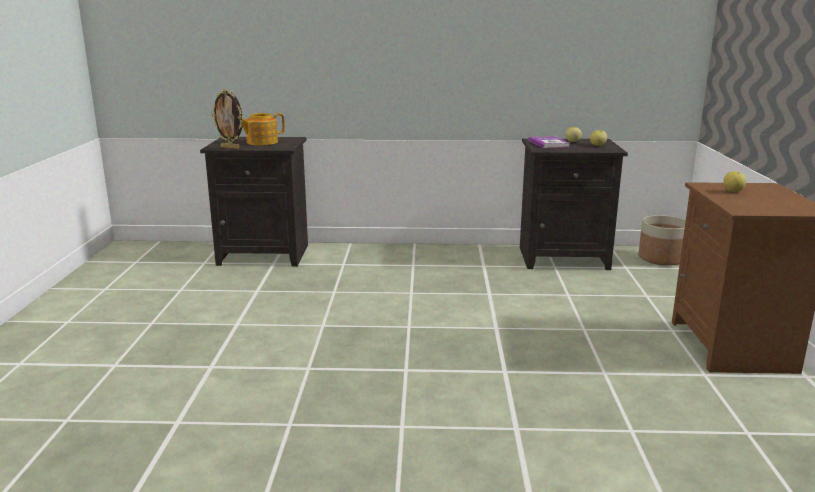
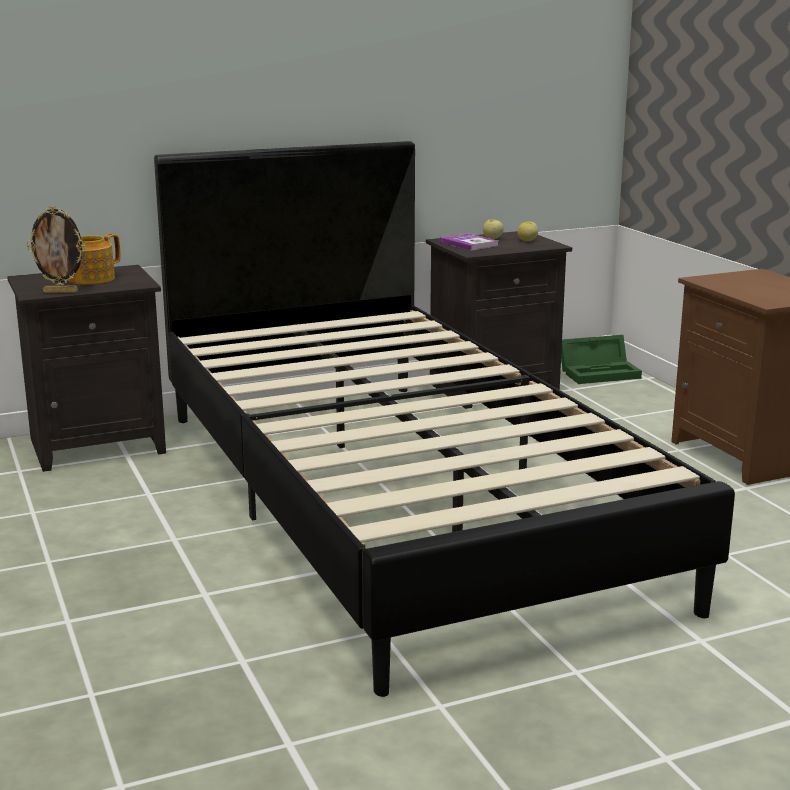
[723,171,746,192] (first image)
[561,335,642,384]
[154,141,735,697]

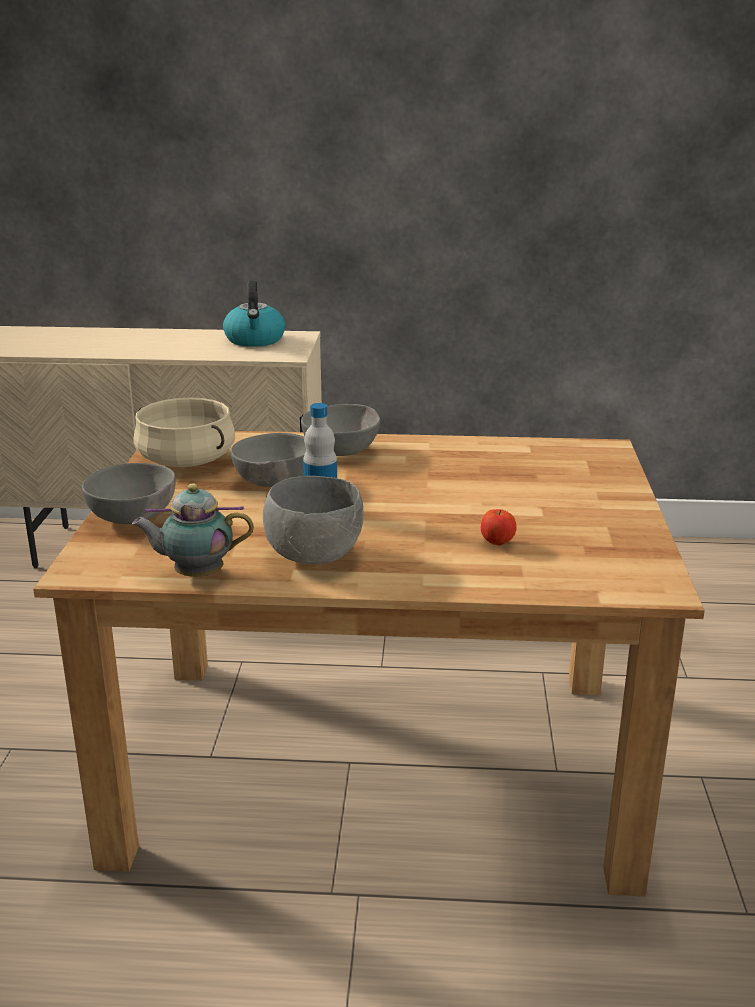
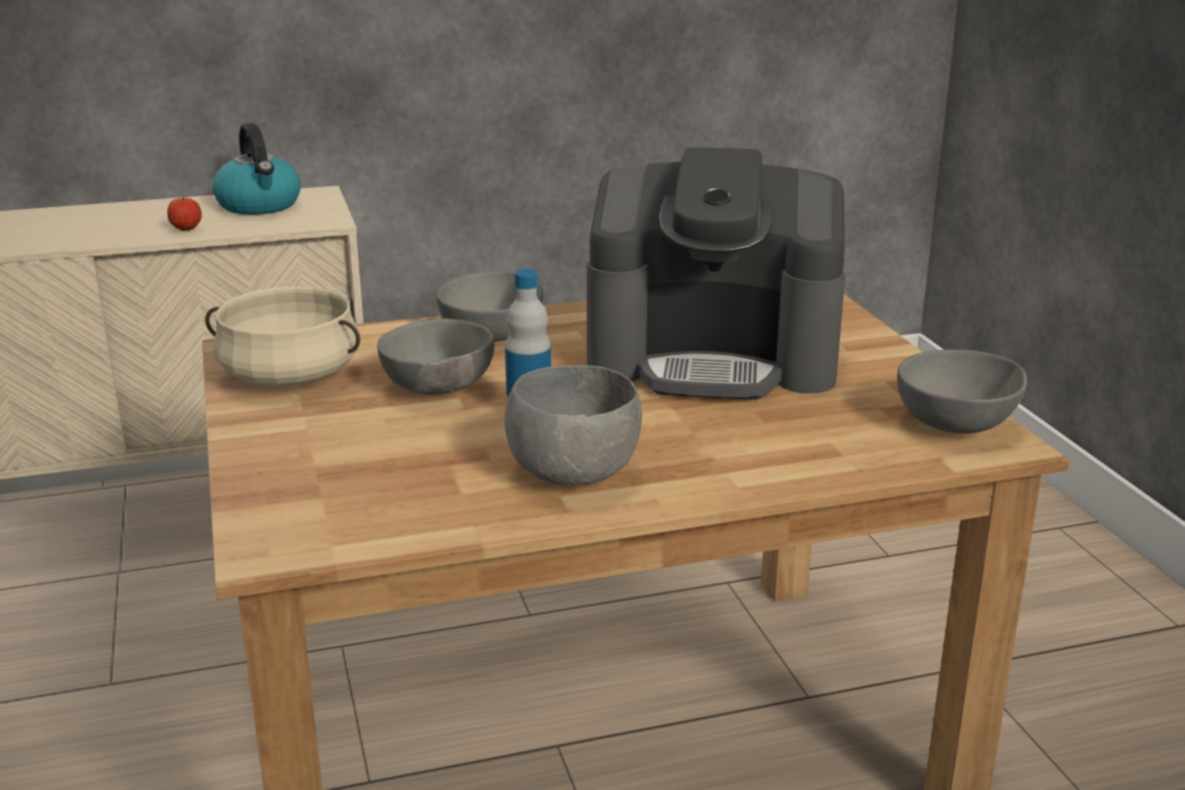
[897,349,1027,434]
[132,483,254,577] (first image)
[167,196,202,231]
[587,147,846,400]

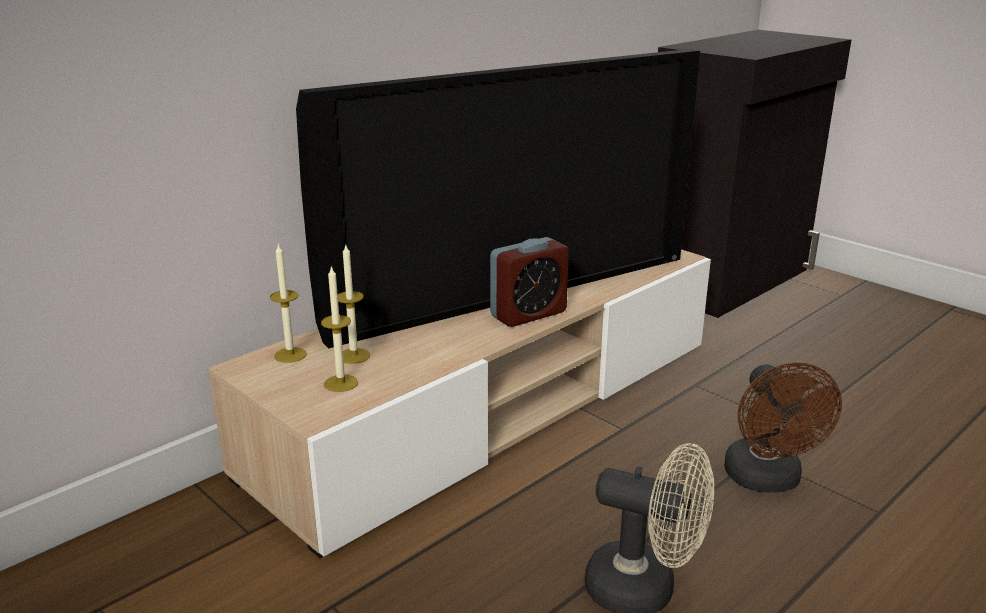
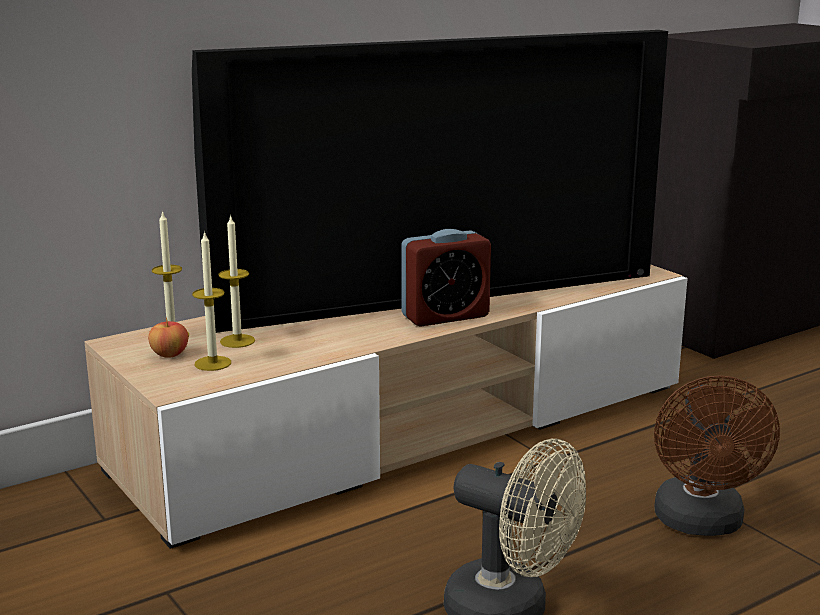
[148,317,188,358]

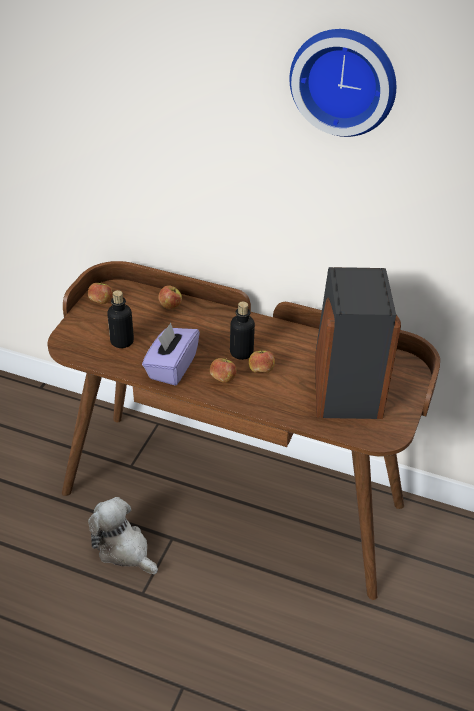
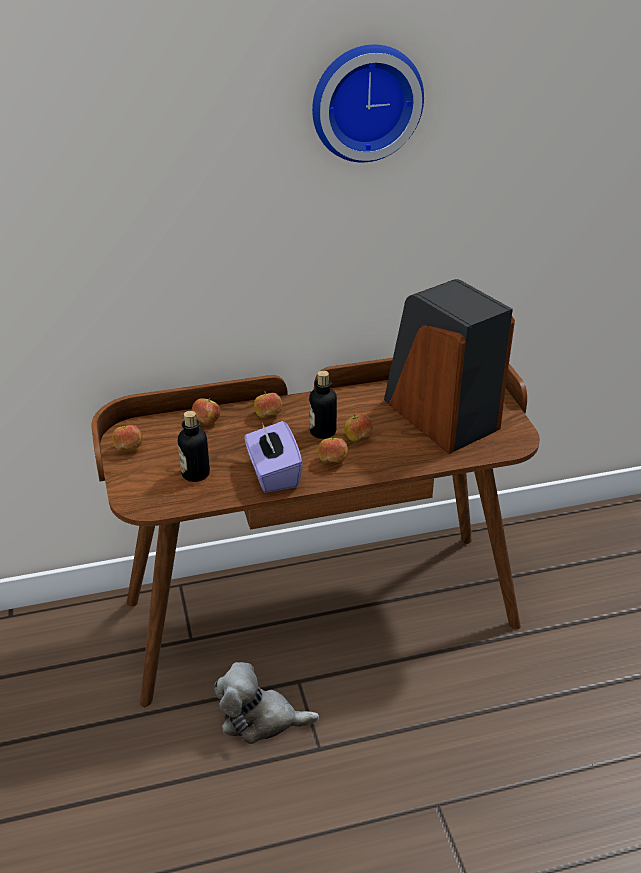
[254,392,282,418]

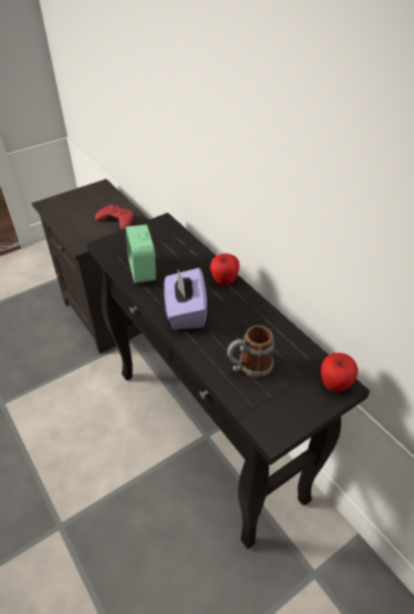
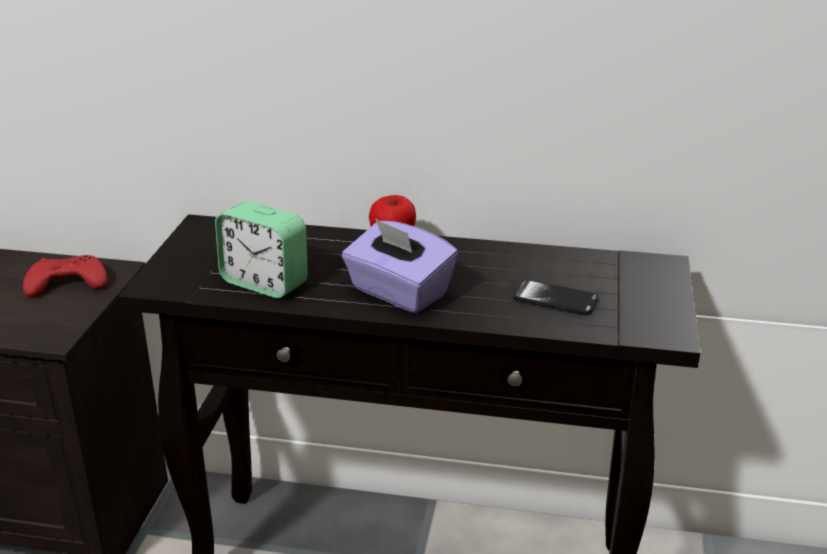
[513,279,599,315]
[321,353,358,392] (first image)

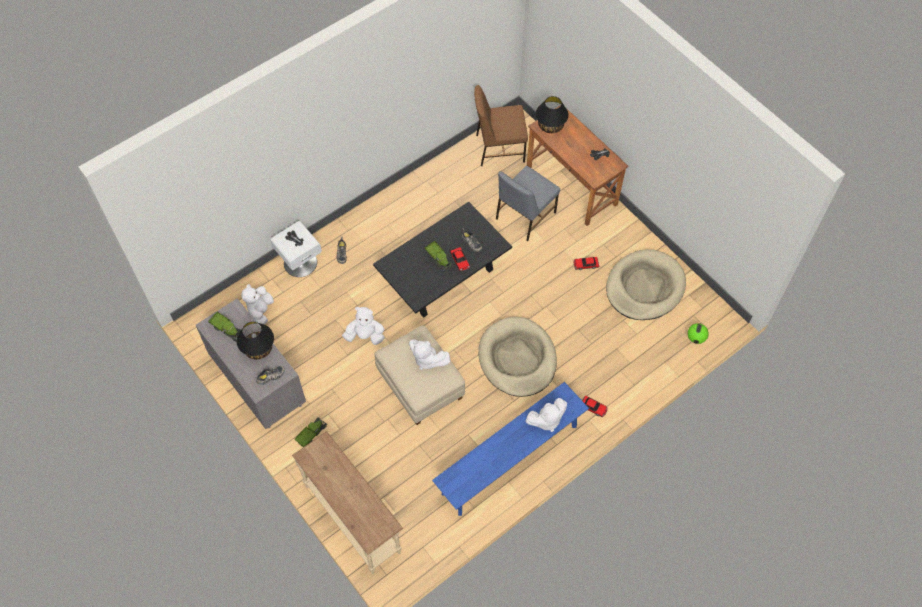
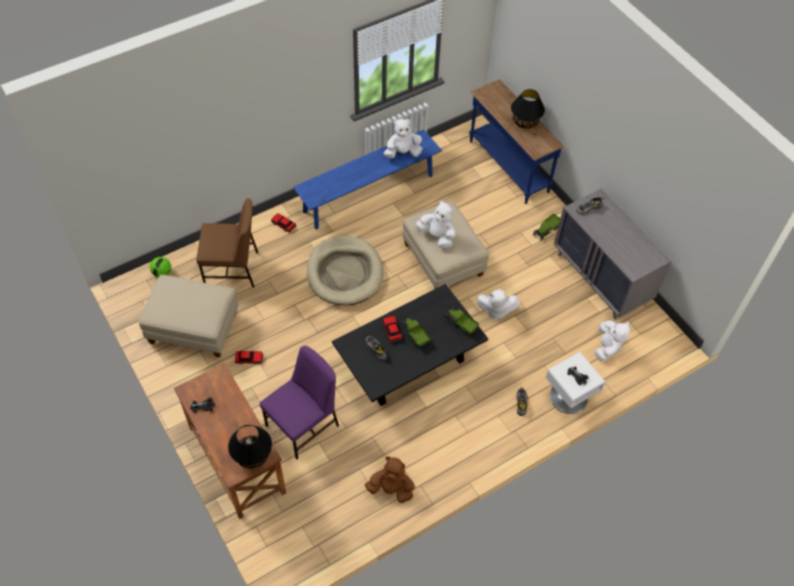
[196,198,258,288]
[260,346,339,459]
[139,275,239,357]
[444,307,479,335]
[511,89,545,129]
[384,119,423,159]
[469,79,564,204]
[365,456,415,503]

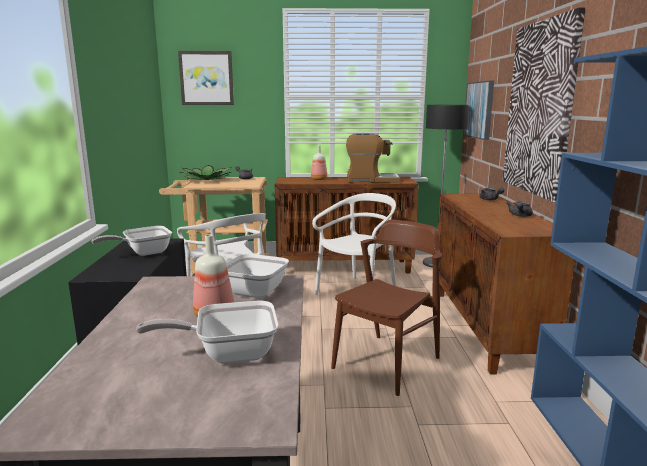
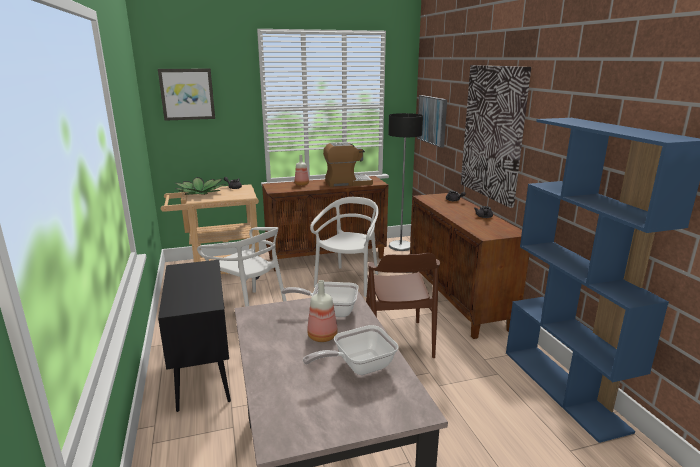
[366,253,440,358]
[91,226,172,256] (first image)

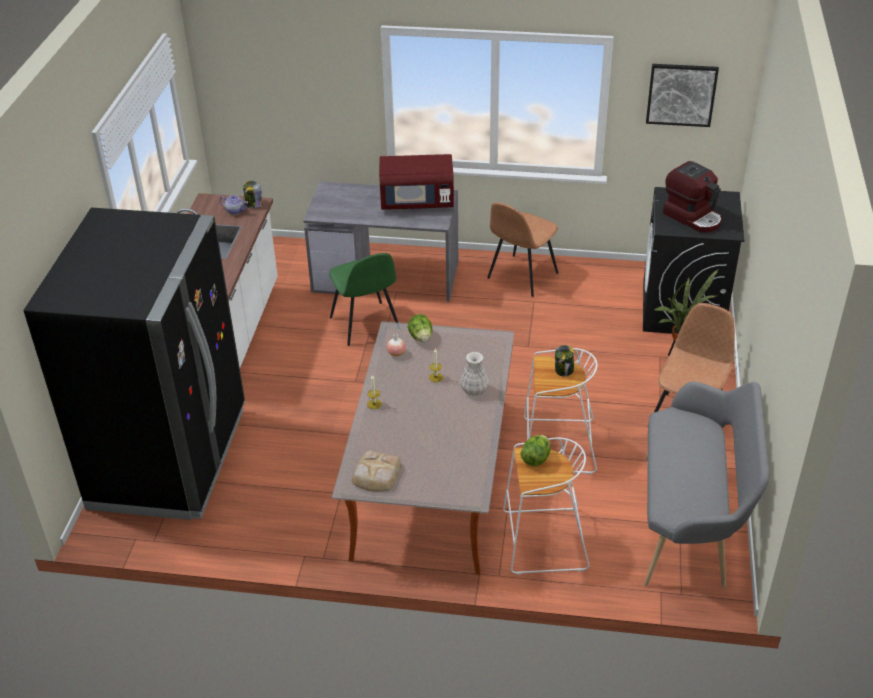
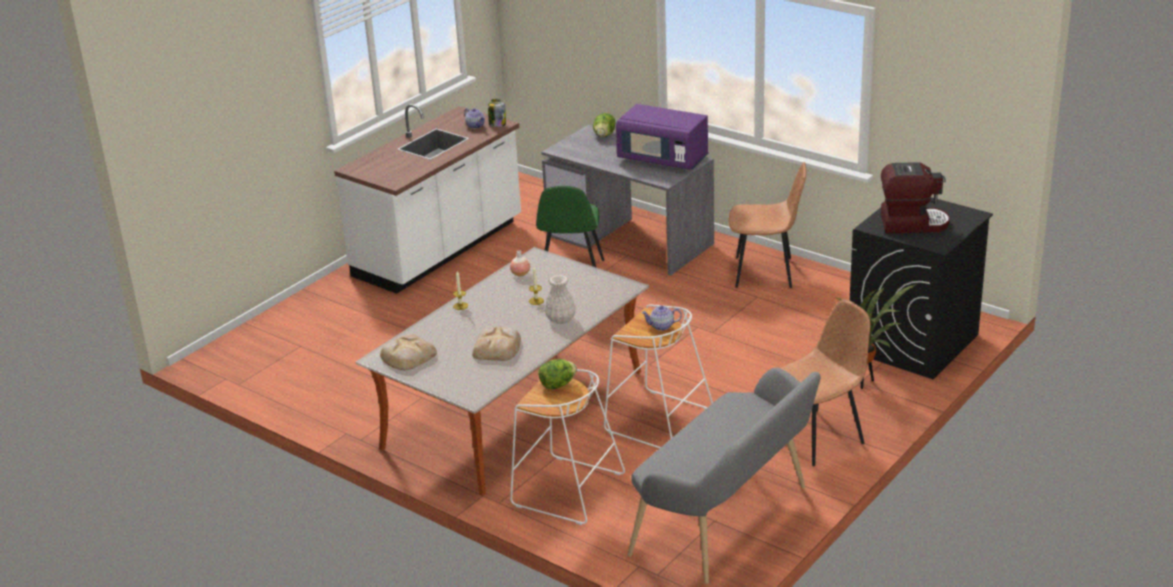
[646,64,719,127] (first image)
[616,104,709,170]
[881,162,950,233]
[729,162,806,288]
[24,208,245,520] (first image)
[593,113,616,137]
[641,305,682,331]
[472,326,521,361]

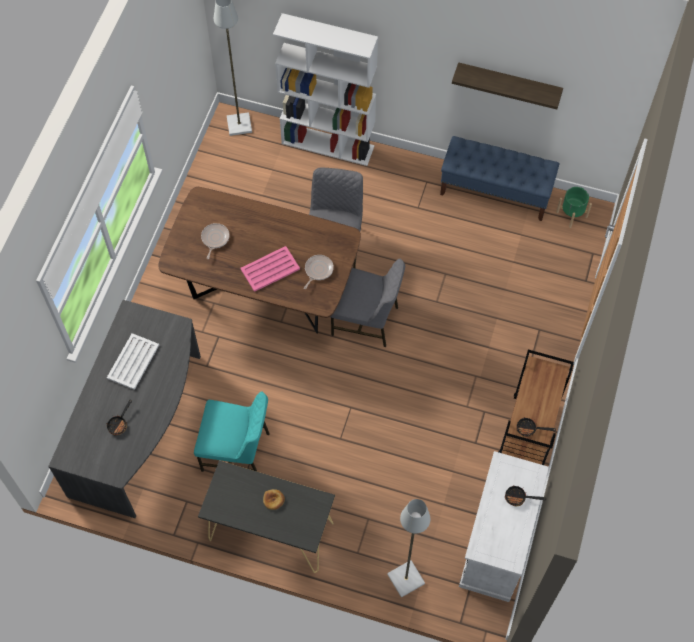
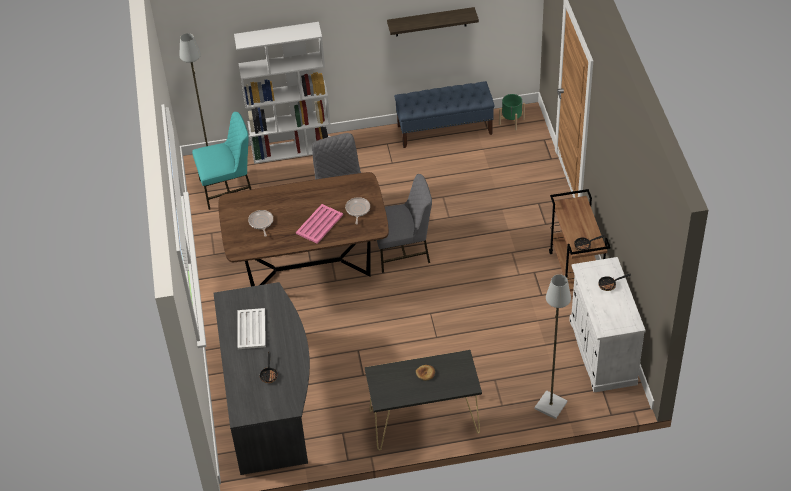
[192,112,251,210]

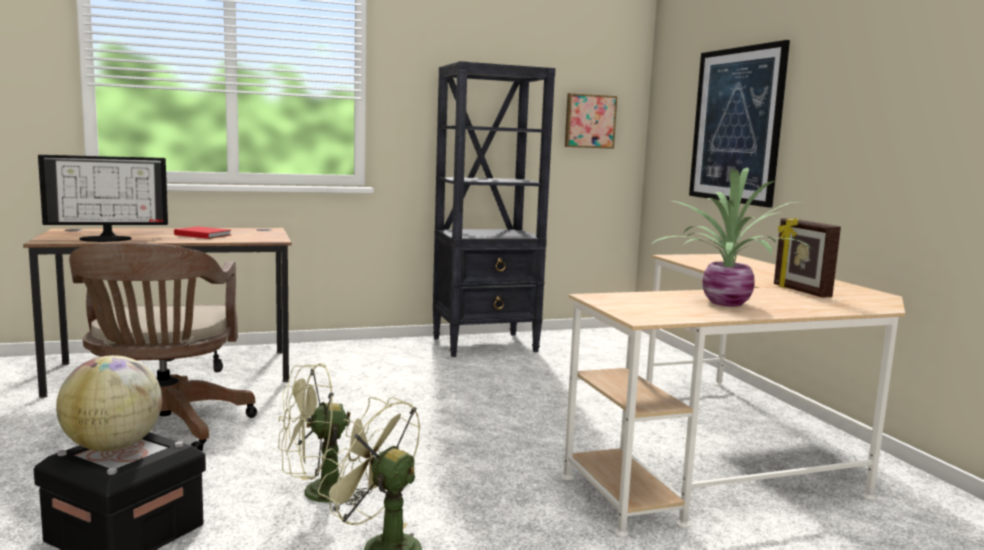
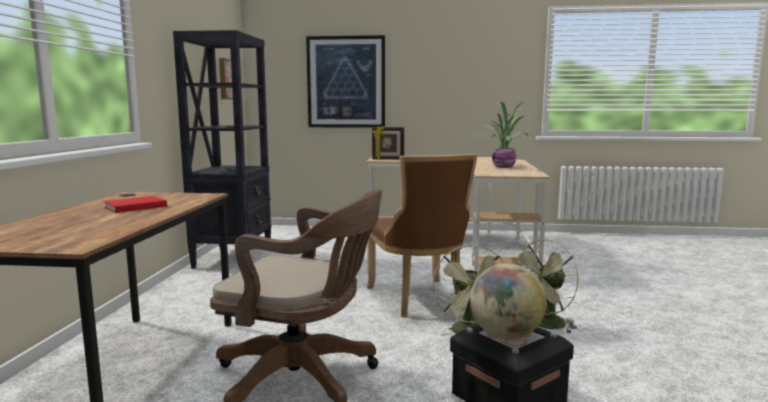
[38,155,168,242] (first image)
[372,126,404,160]
[367,154,477,318]

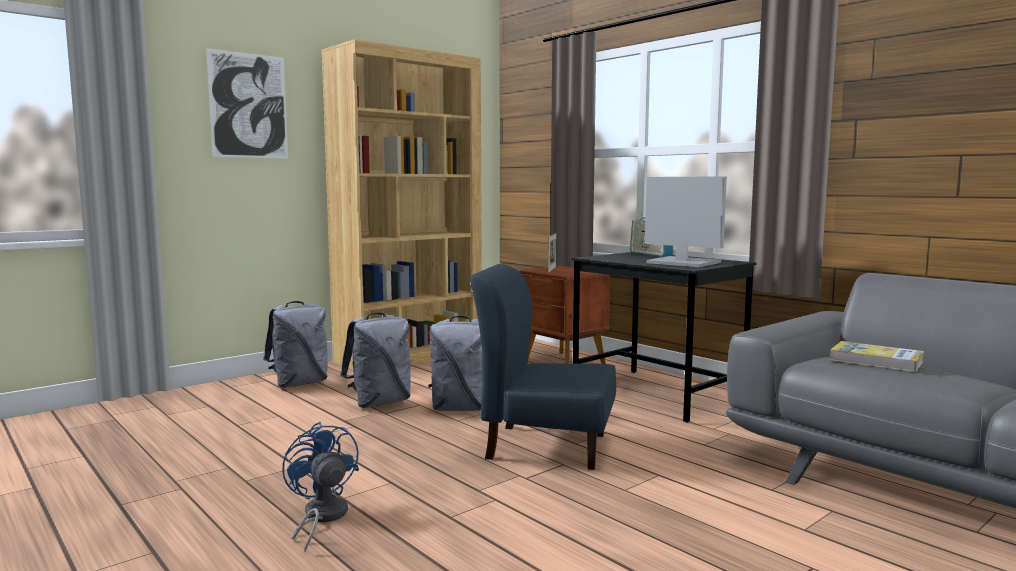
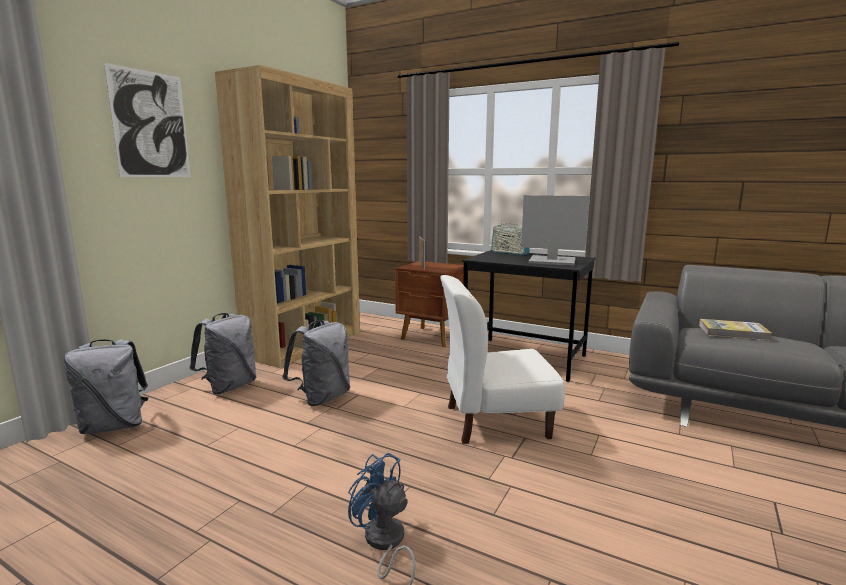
[441,275,565,444]
[64,339,149,434]

